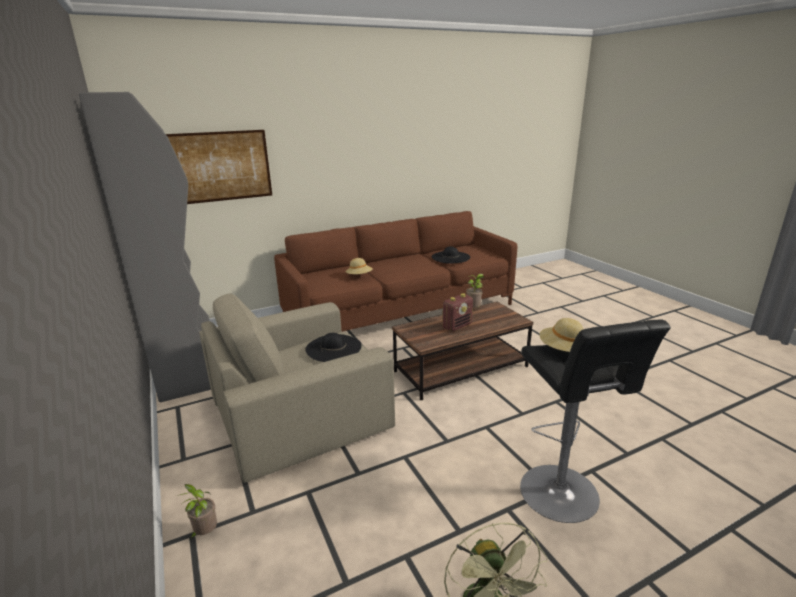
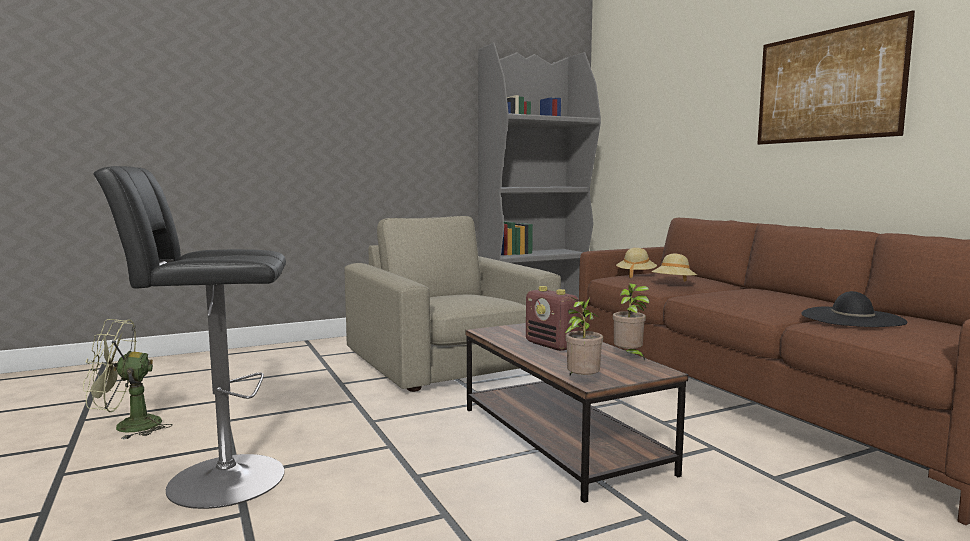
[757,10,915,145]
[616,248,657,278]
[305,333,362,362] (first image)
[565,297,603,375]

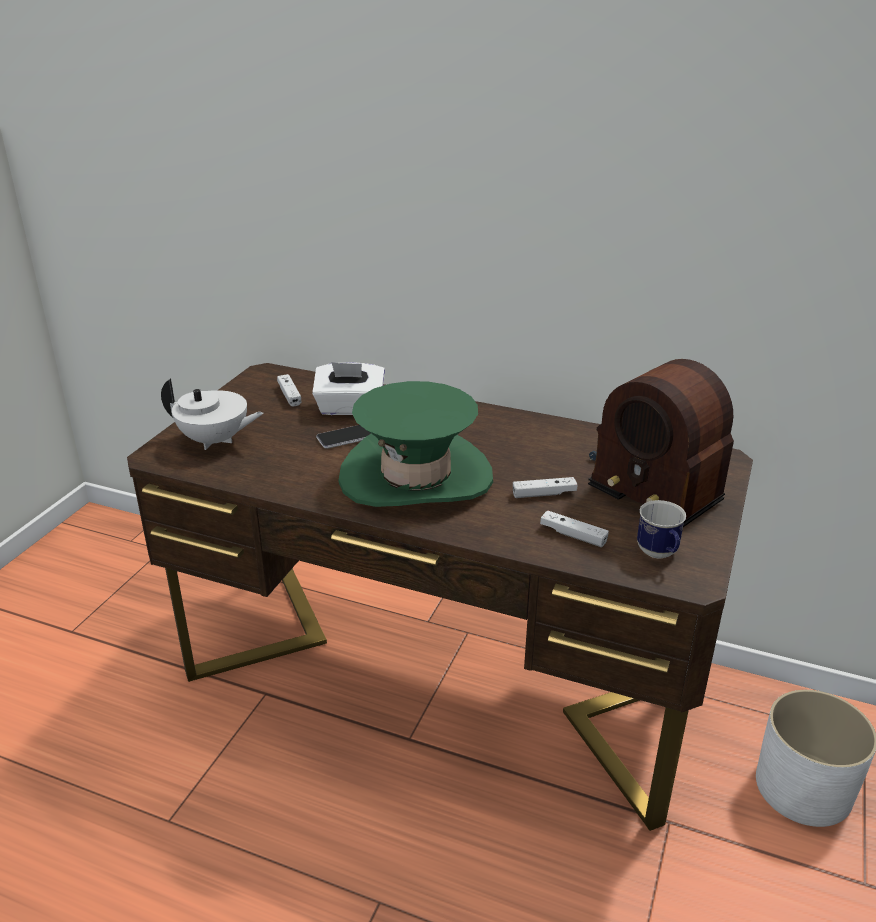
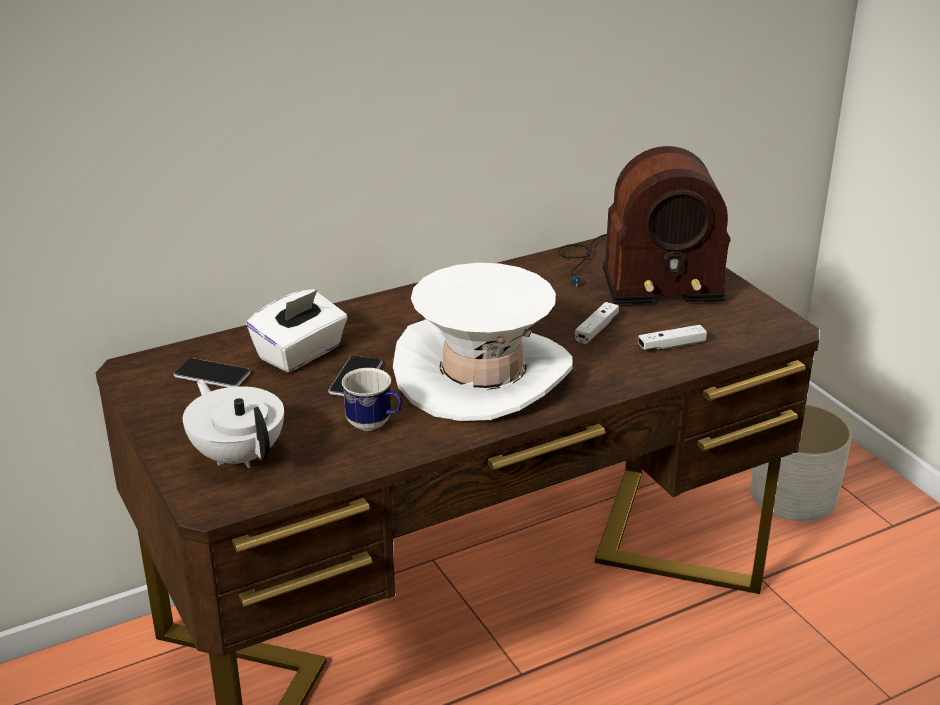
[174,358,250,387]
[183,379,284,468]
[393,263,573,421]
[342,368,402,431]

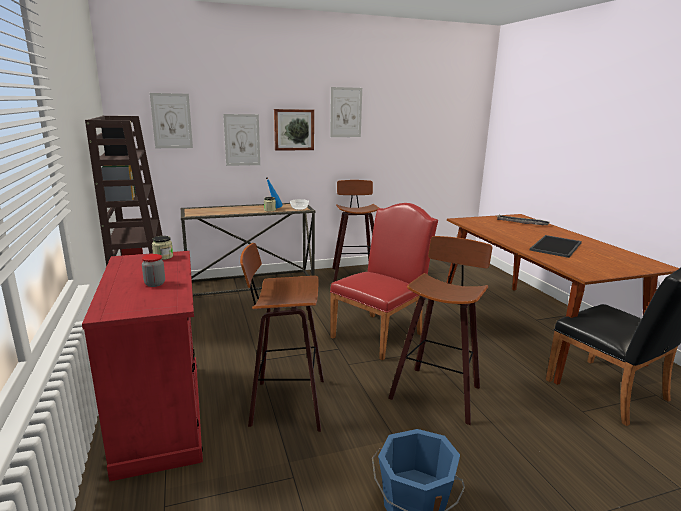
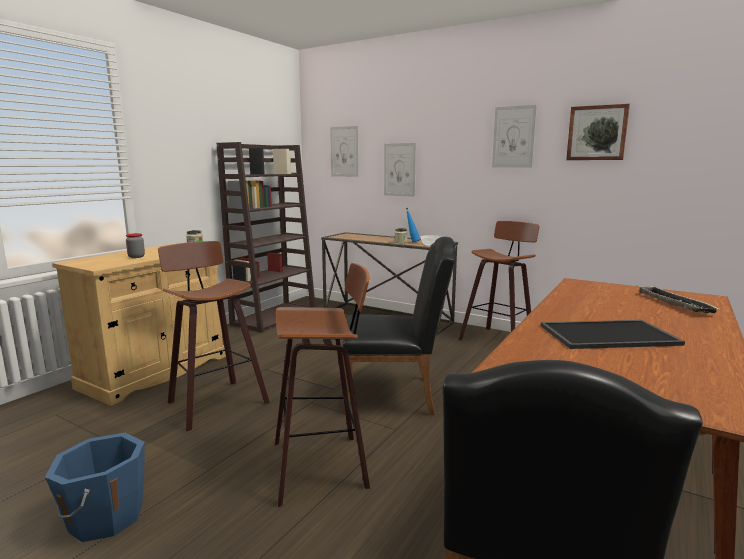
[566,104,630,160]
[342,237,455,415]
[52,243,226,406]

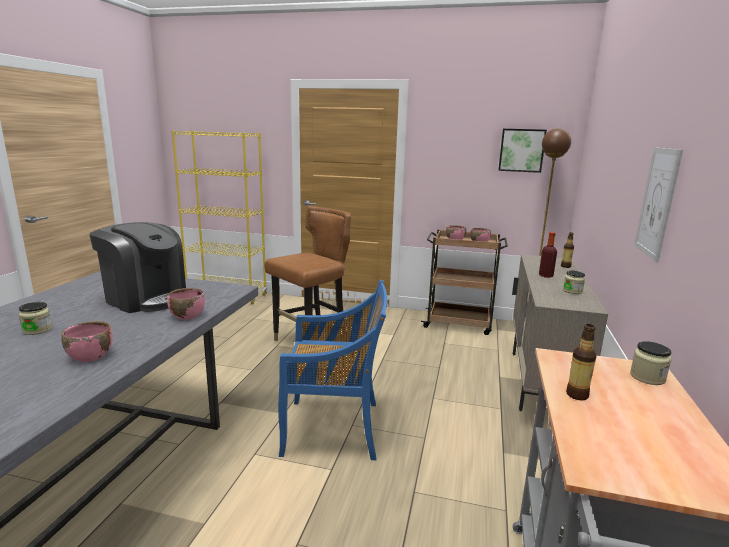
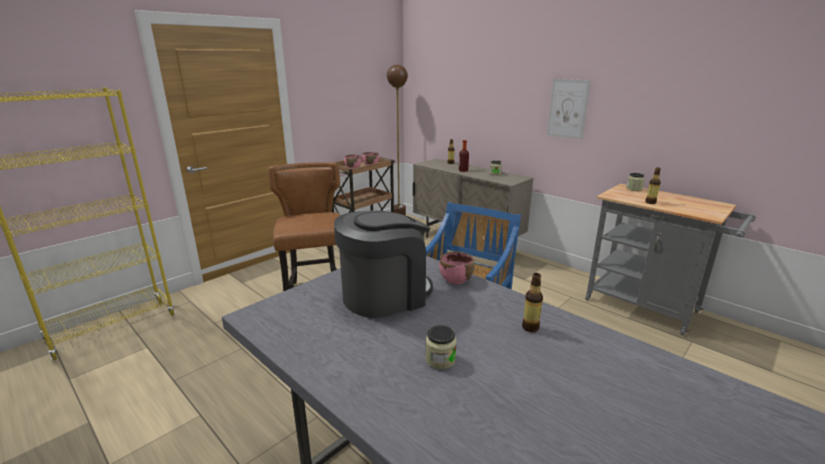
[498,129,547,173] (first image)
[522,273,543,332]

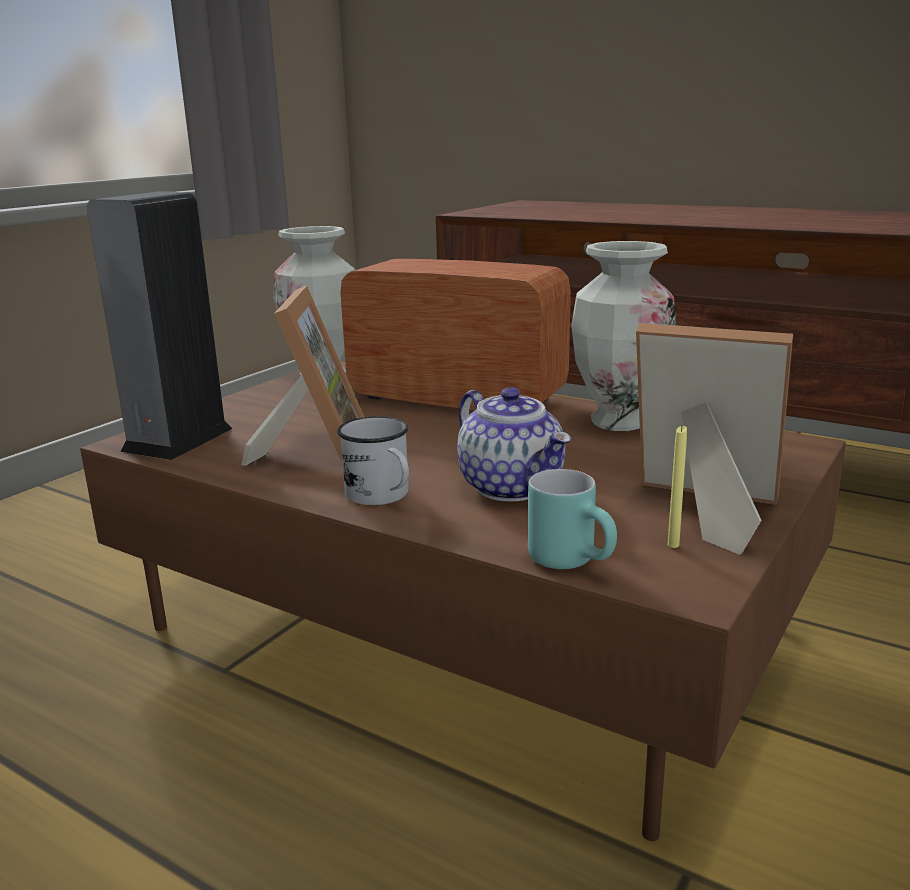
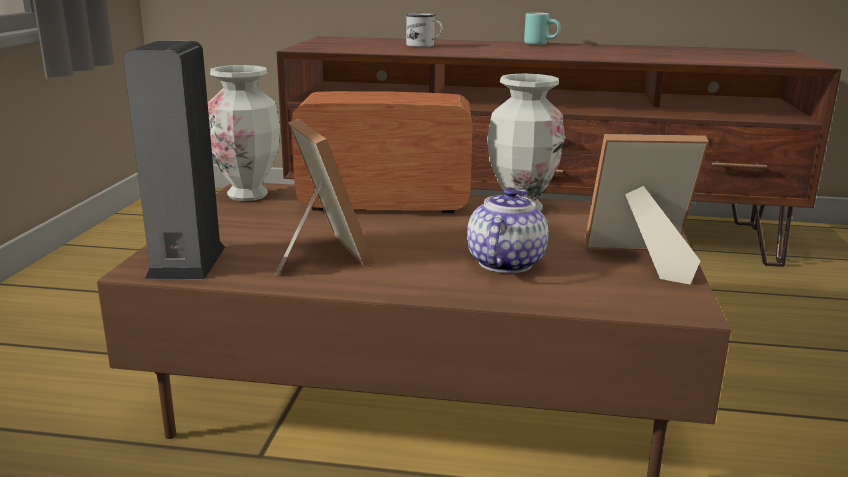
[467,187,549,273]
[405,13,443,47]
[668,426,687,548] (first image)
[524,13,561,45]

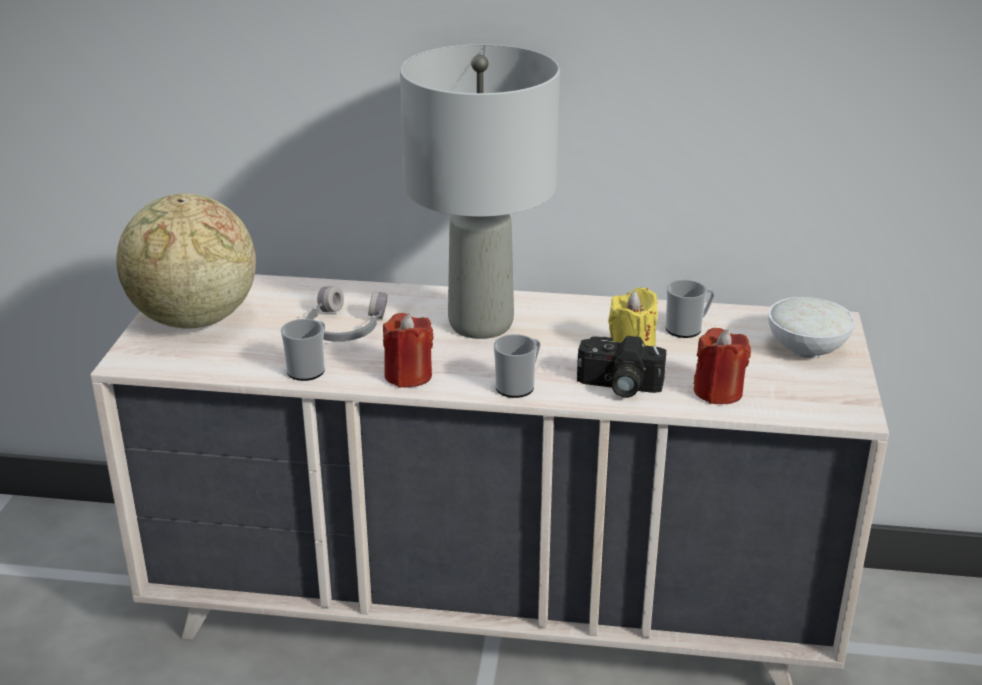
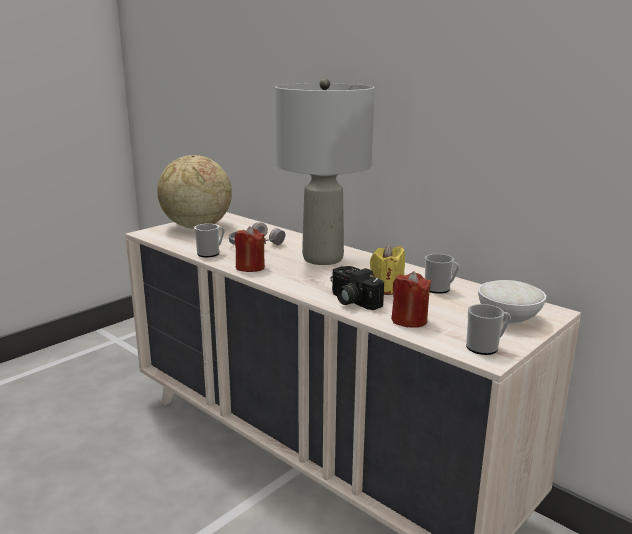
[466,304,511,355]

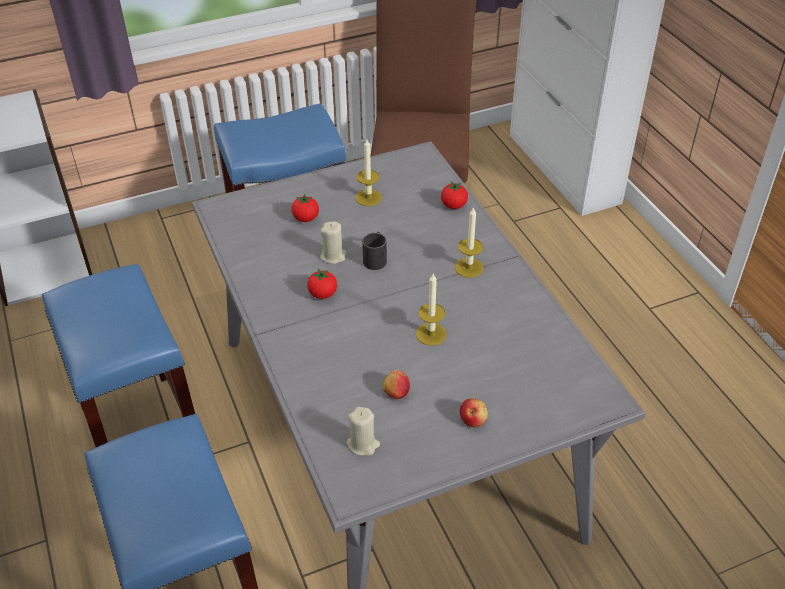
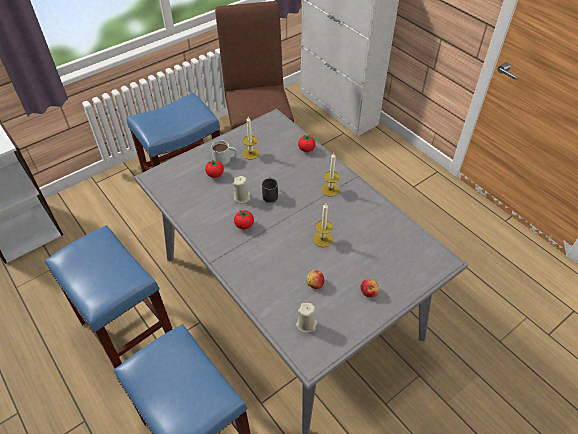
[211,141,237,165]

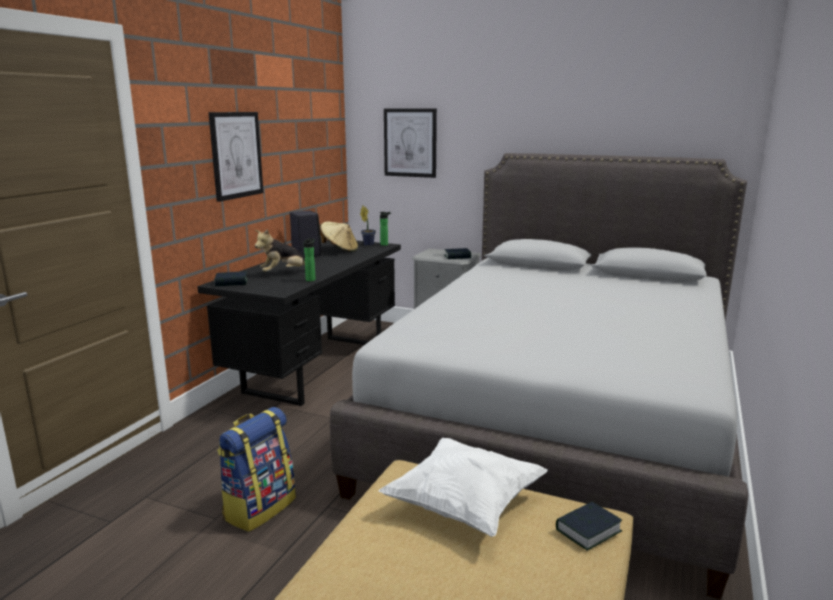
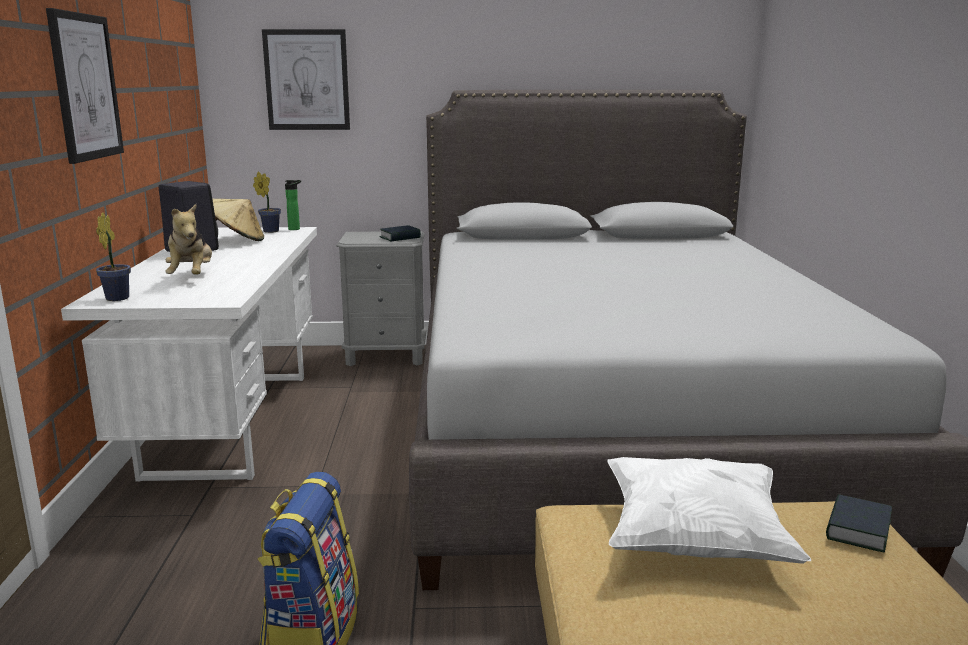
[165,204,212,275]
[304,238,316,281] (first image)
[61,227,317,482]
[96,212,131,301]

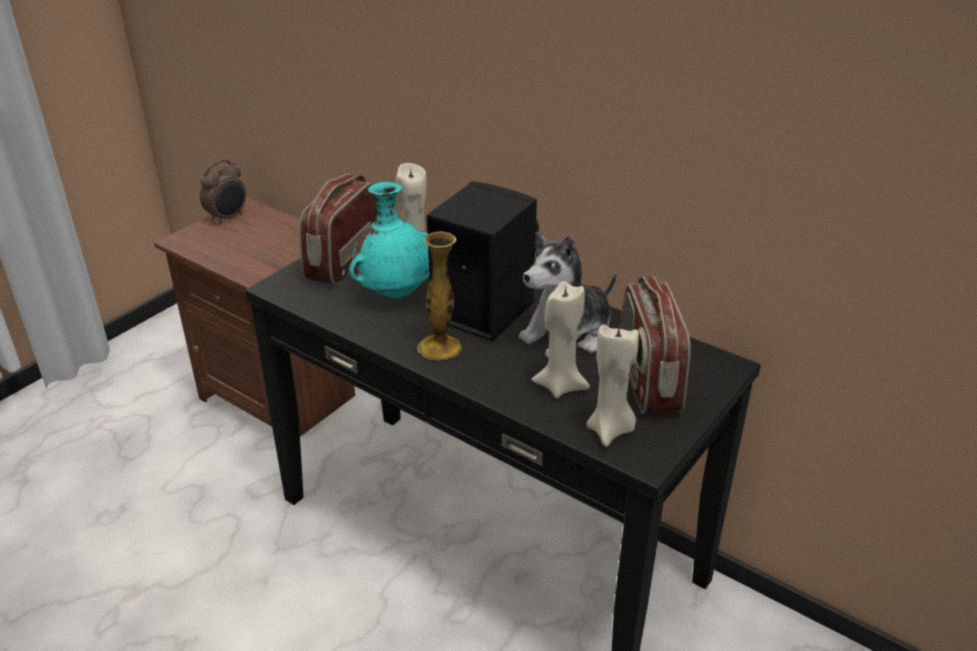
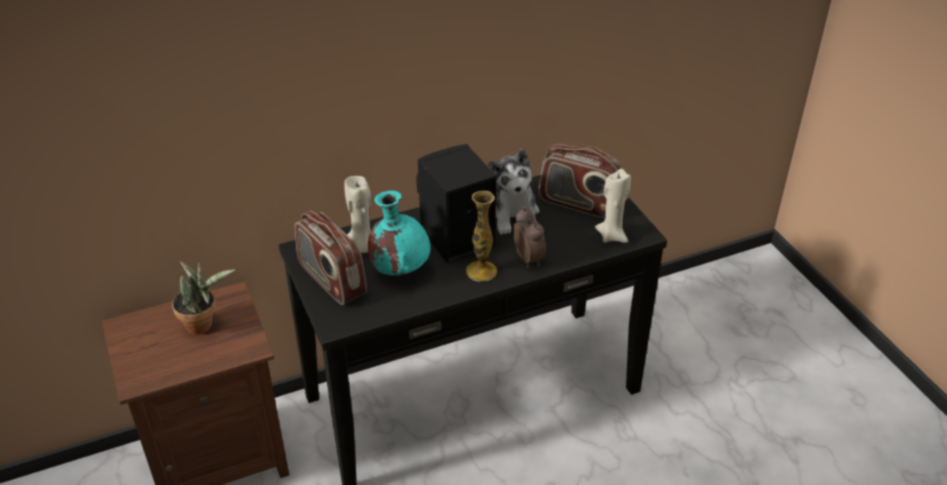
[513,207,546,267]
[532,281,590,398] (first image)
[172,261,235,335]

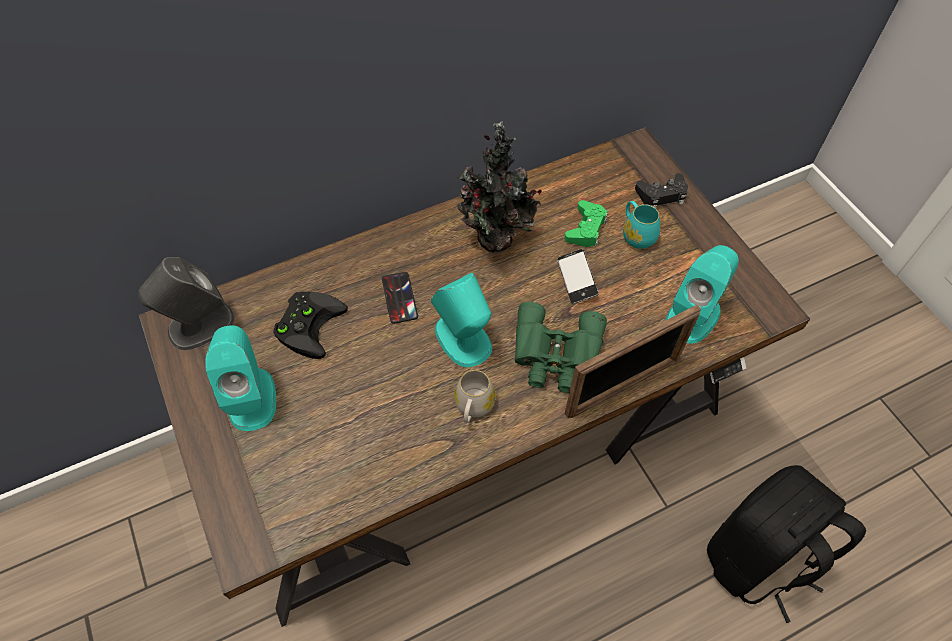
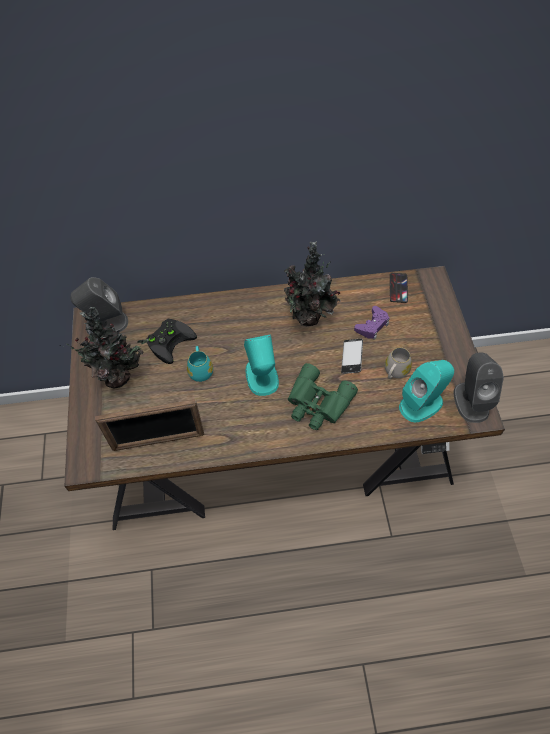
[635,173,688,208] (first image)
[354,306,390,340]
[187,346,213,382]
[390,273,408,303]
[95,399,204,451]
[60,307,149,388]
[385,347,412,379]
[707,465,866,623] (first image)
[454,353,504,423]

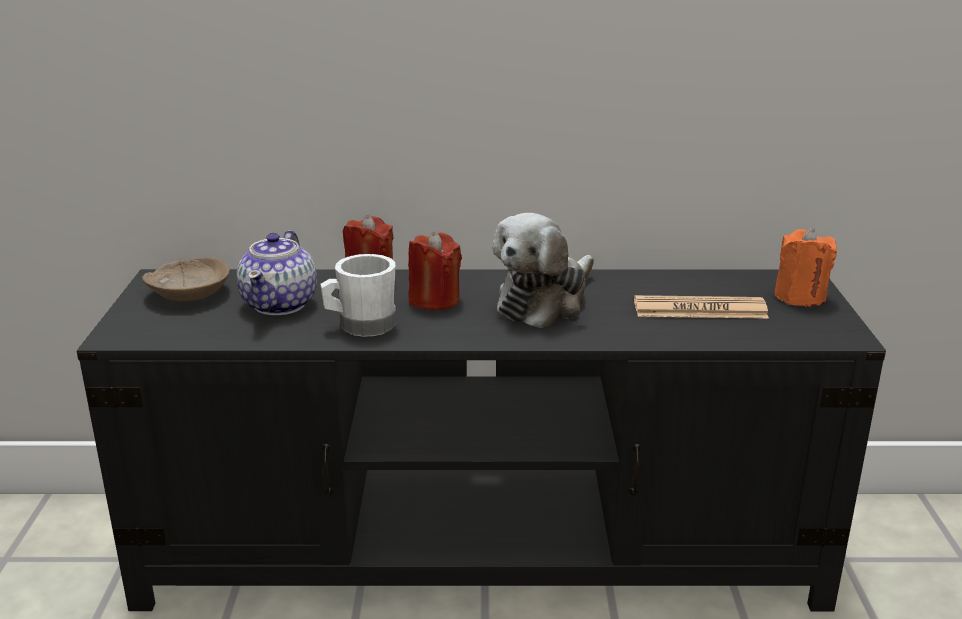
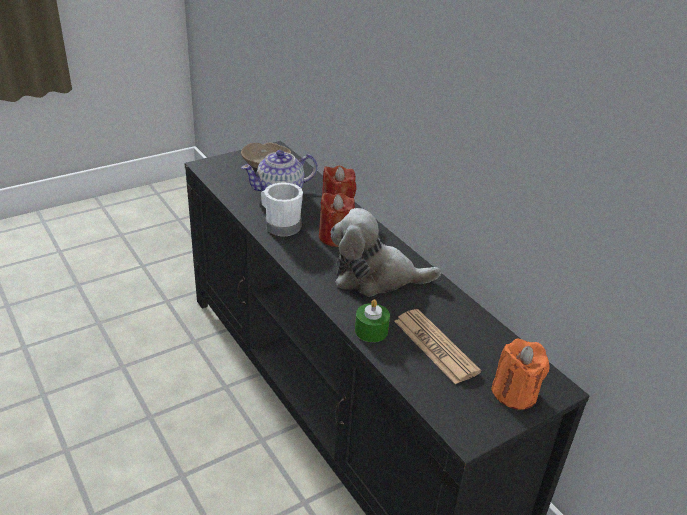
[355,299,390,342]

